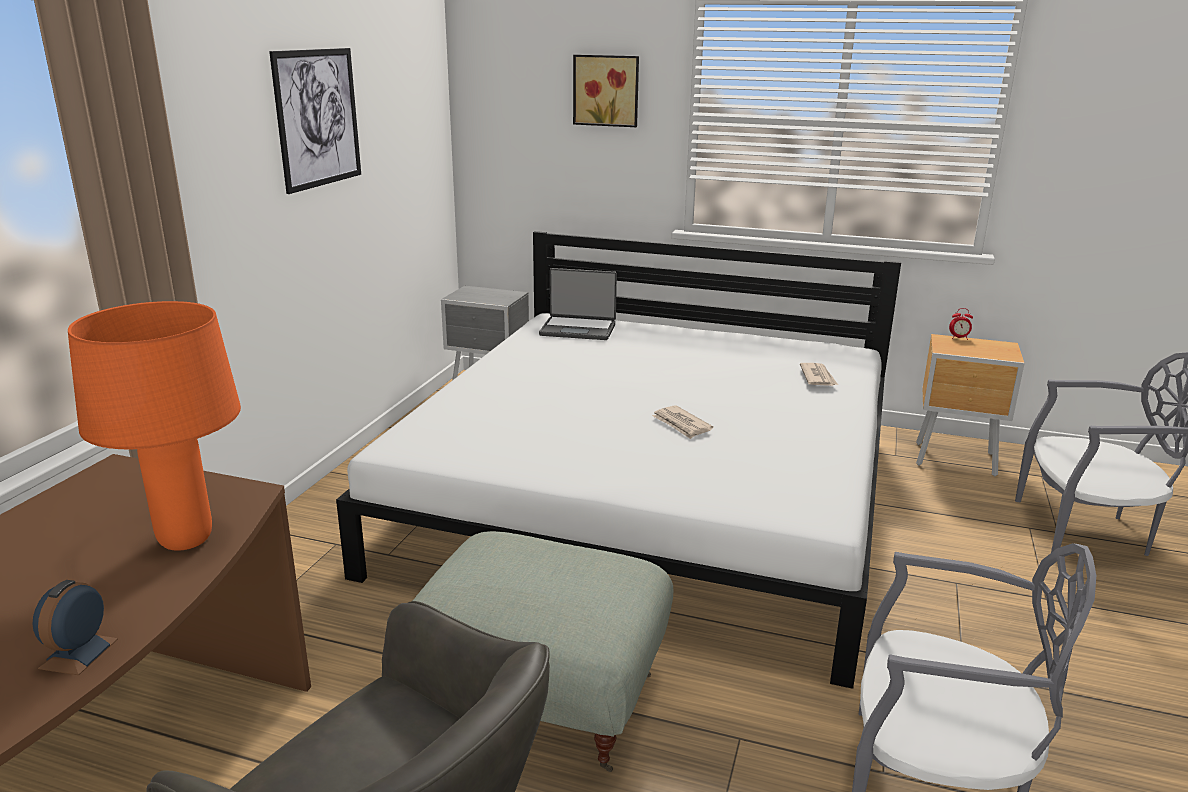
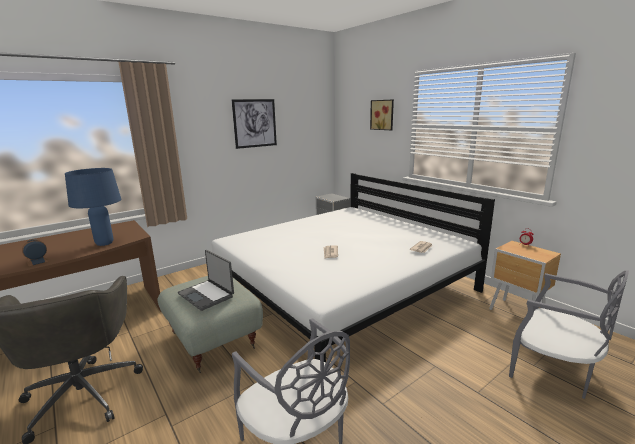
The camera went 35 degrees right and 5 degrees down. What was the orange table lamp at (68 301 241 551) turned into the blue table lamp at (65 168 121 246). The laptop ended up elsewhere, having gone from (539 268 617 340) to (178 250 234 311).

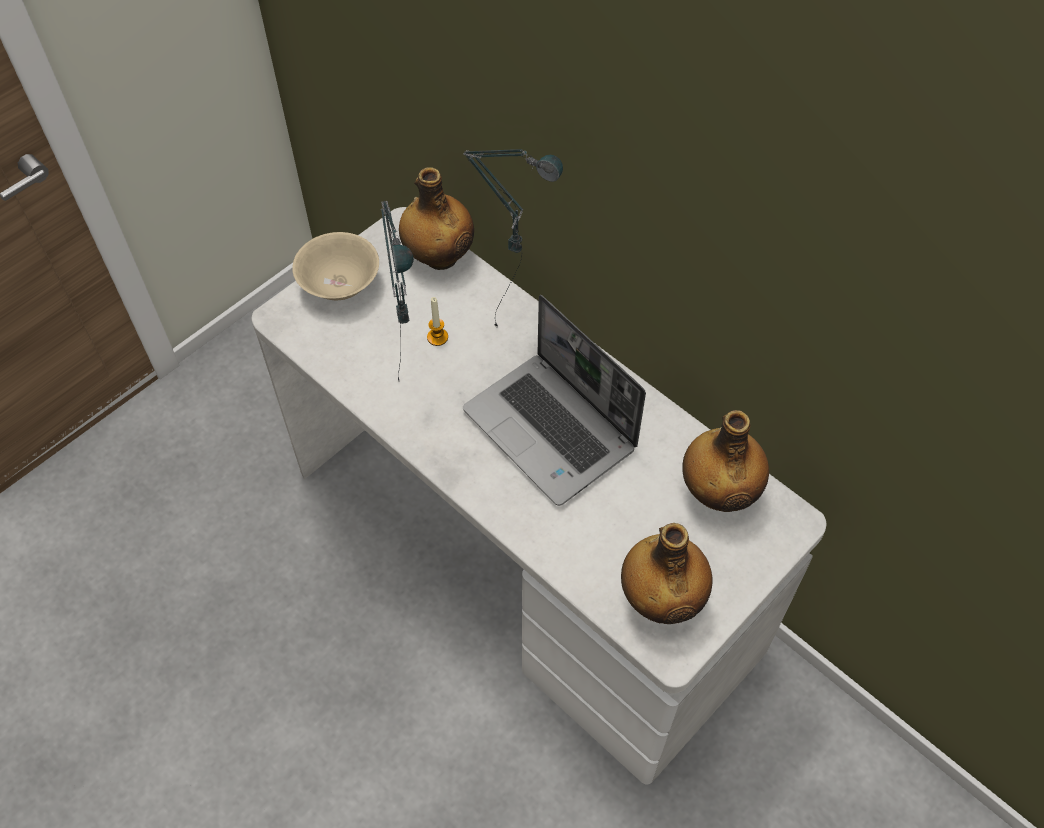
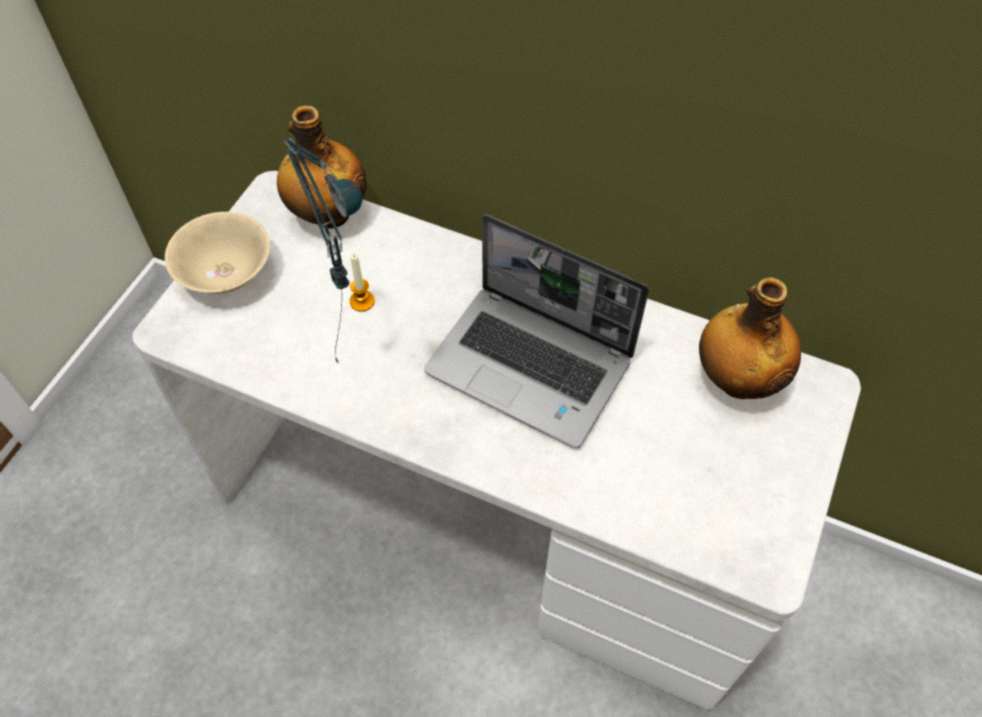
The camera went 20 degrees left and 0 degrees up. The second view lost the table lamp at (464 149 563 326). The second view lost the bottle at (621 523 713 624).

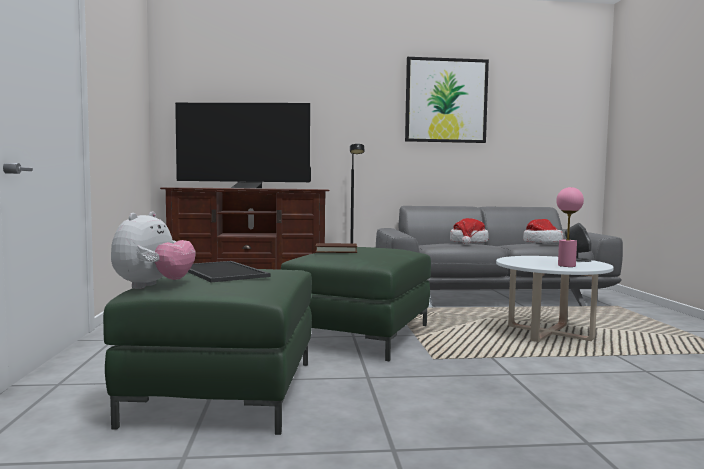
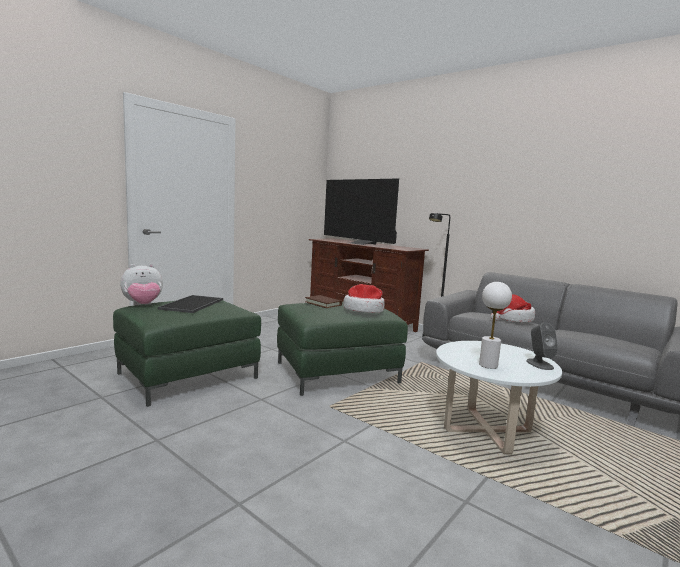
The camera went 45 degrees right and 5 degrees up. The second view lost the picture at (405 57 489 143). The hat ended up elsewhere, having gone from (523 219 563 243) to (343 284 385 313). What was the pink table lamp at (556 187 584 267) turned into the white table lamp at (479 282 512 369).

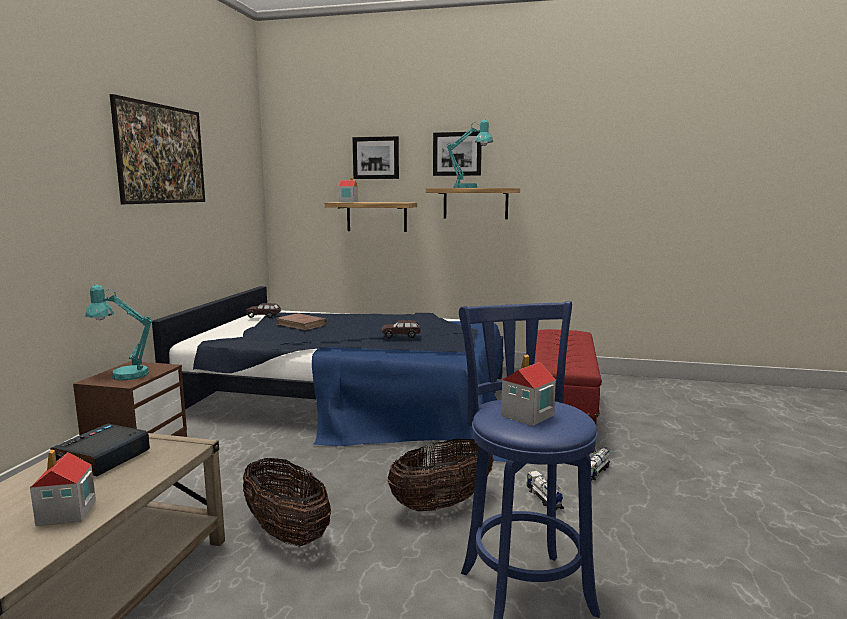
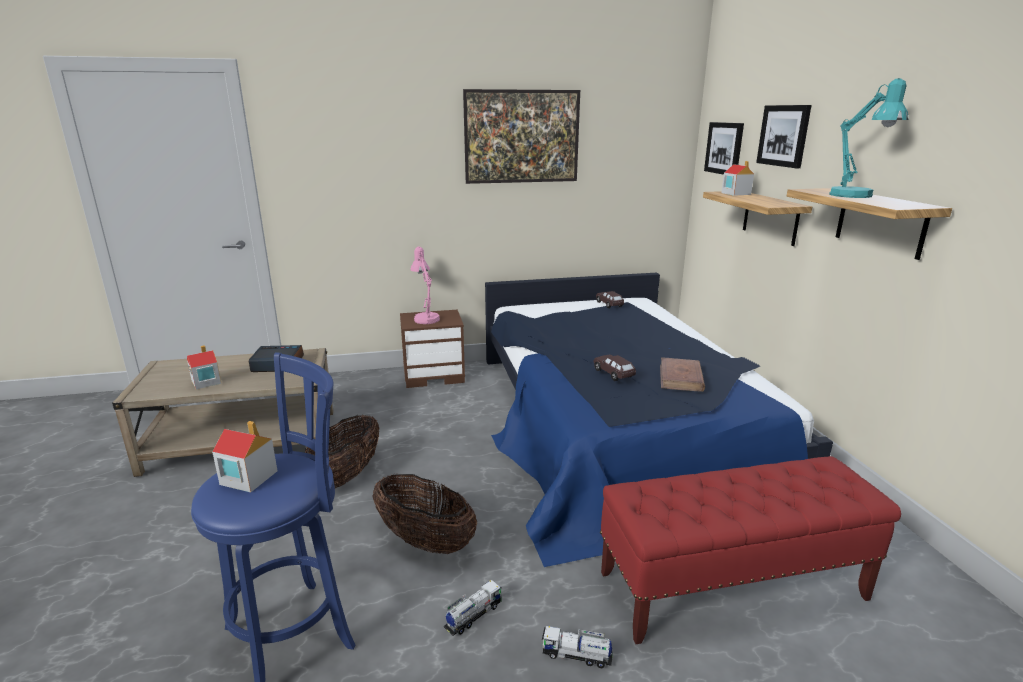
The camera went 65 degrees right and 10 degrees up. What was the turquoise table lamp at (85 285 152 380) turned into the pink table lamp at (410 246 440 324). The brown book ended up elsewhere, having gone from (276 313 327 330) to (660 357 705 392). The picture ended up elsewhere, having gone from (433 132 482 176) to (704 122 744 175).

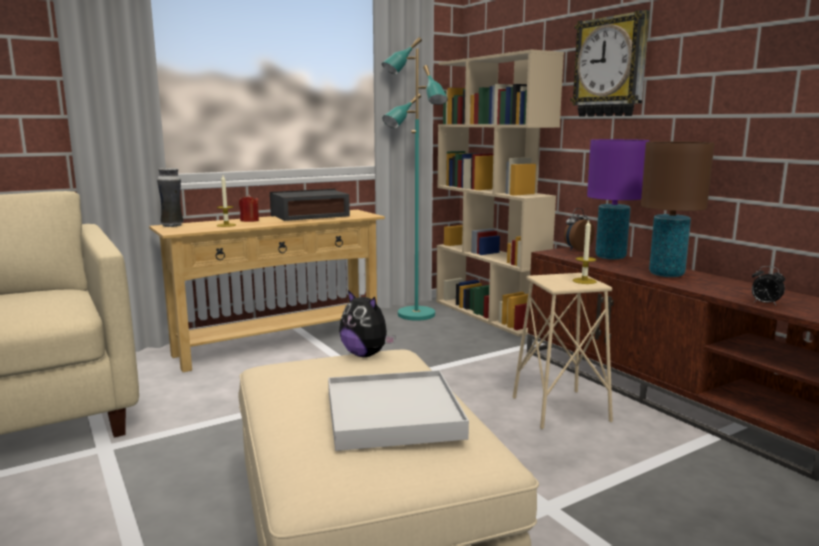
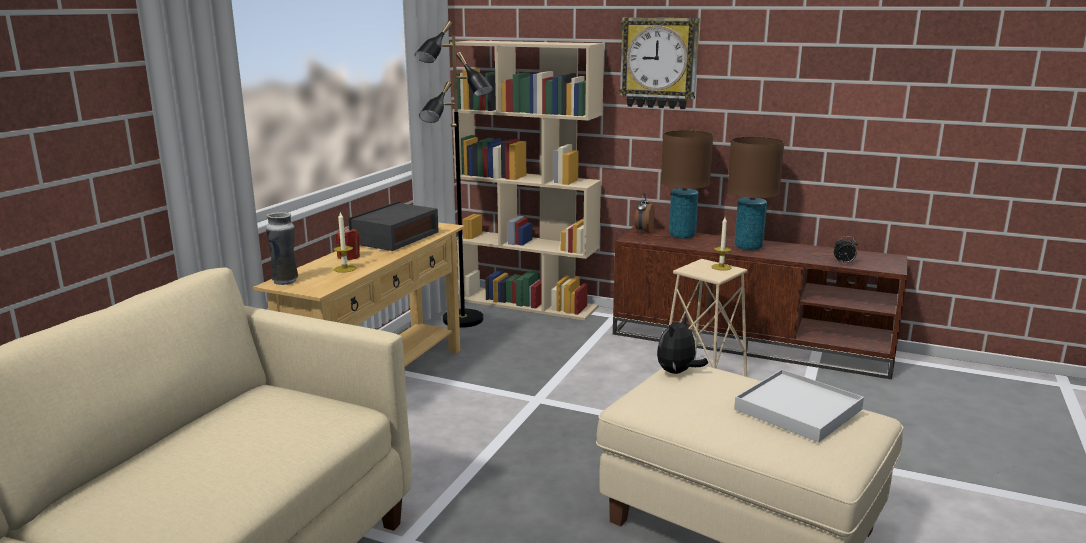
The camera went 35 degrees left and 5 degrees up. The plush toy at (339 290 396 357) ended up facing another way, 120 degrees clockwise from before. What was the turquoise floor lamp at (382 37 448 321) turned into the black floor lamp at (415 21 494 328). What was the purple table lamp at (587 139 649 260) turned into the brown table lamp at (661 130 713 239).

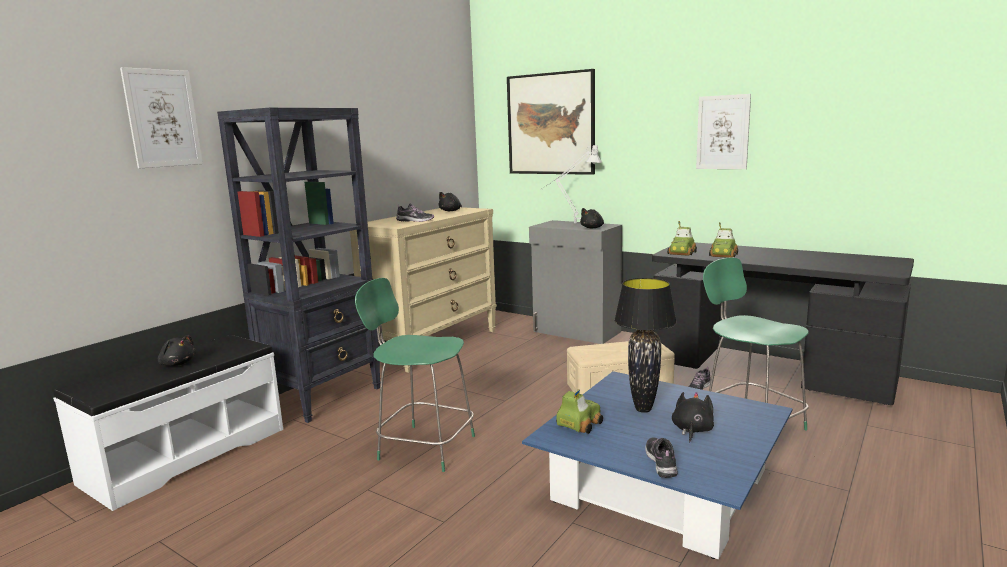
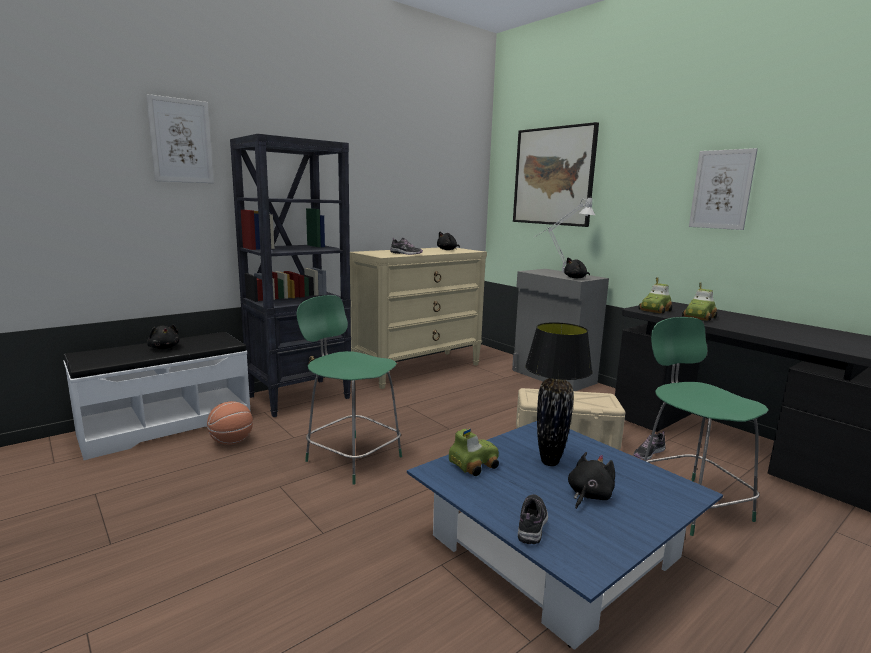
The camera went 15 degrees right and 0 degrees up. The second view gained the basketball at (207 401 253 445).

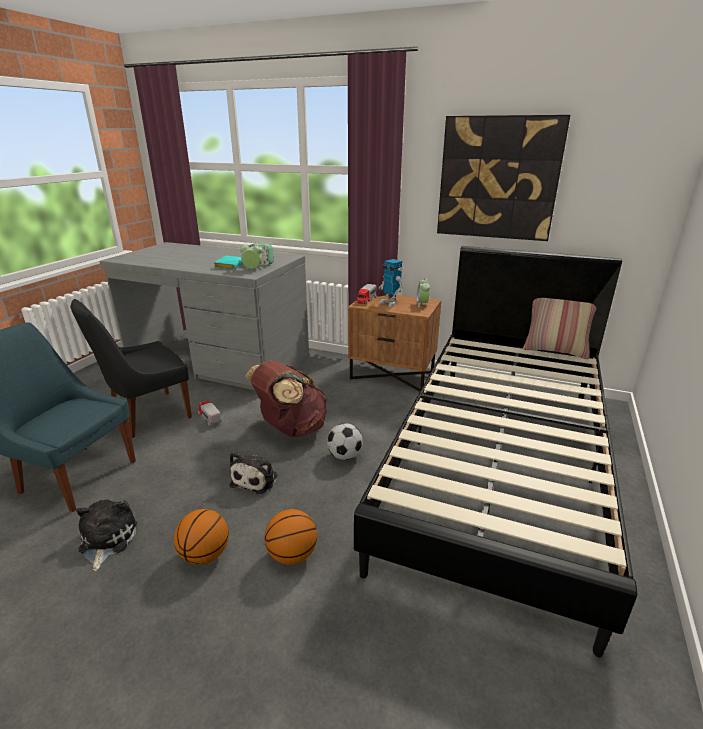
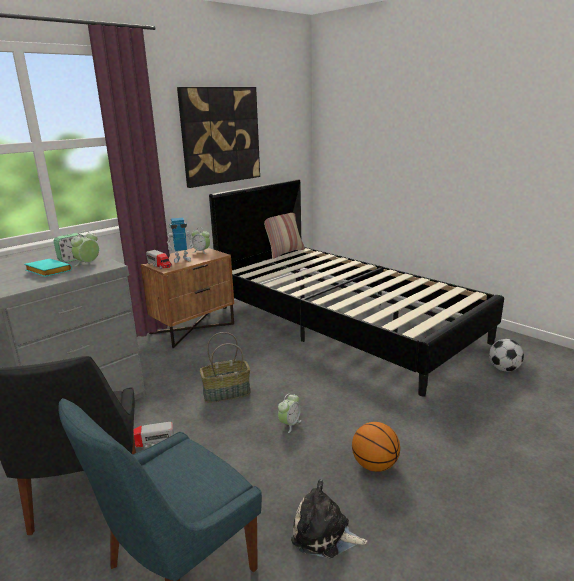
The camera went 65 degrees left and 5 degrees down. Where the plush toy stood at (230 452 278 494), the alarm clock came to stand at (278 393 301 433). Where the brown backpack stood at (245 360 327 437), the basket came to stand at (200 332 251 403). The second view lost the basketball at (264 509 317 565). The football ended up elsewhere, having gone from (327 423 363 460) to (489 339 524 371).

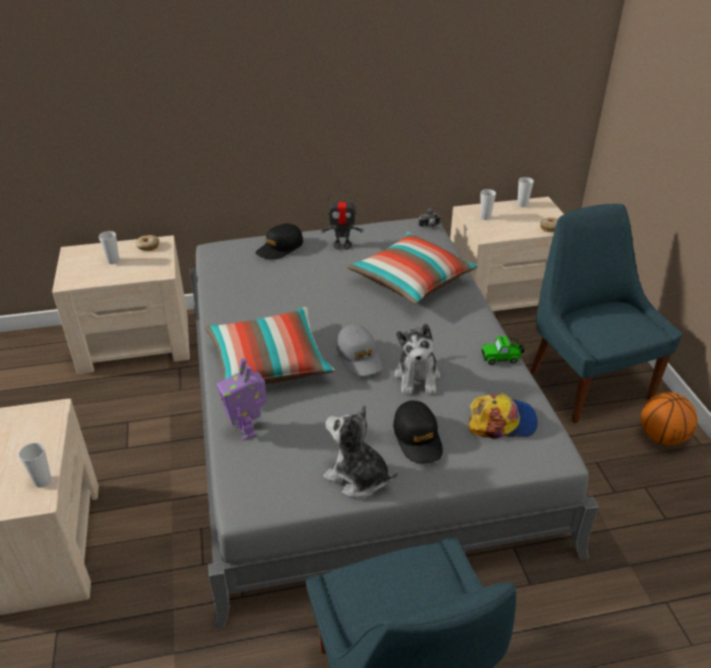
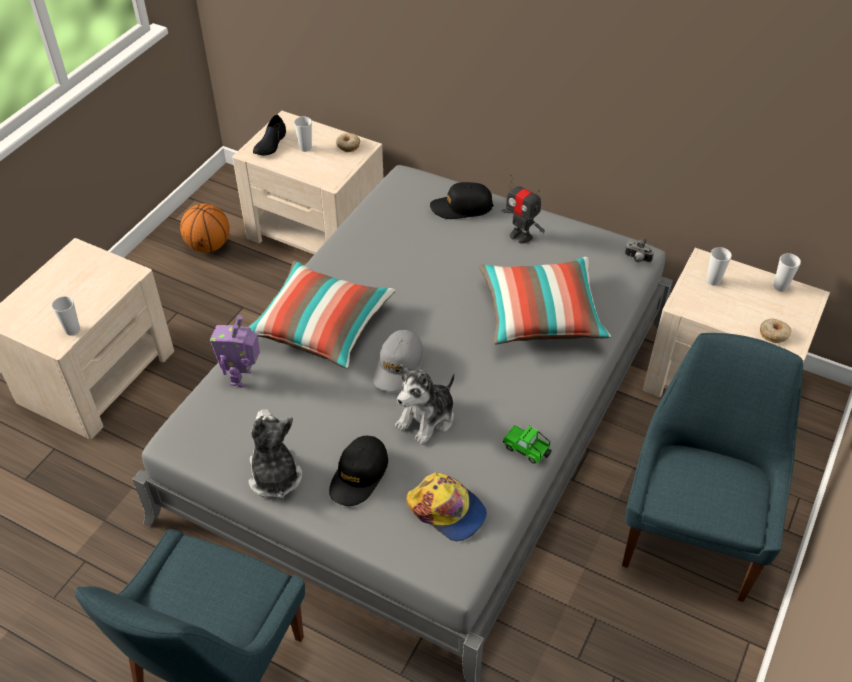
The camera went 40 degrees right and 10 degrees up. The basketball ended up elsewhere, having gone from (641 392 697 445) to (180 204 230 253). The second view gained the black shoe at (253 115 286 156).

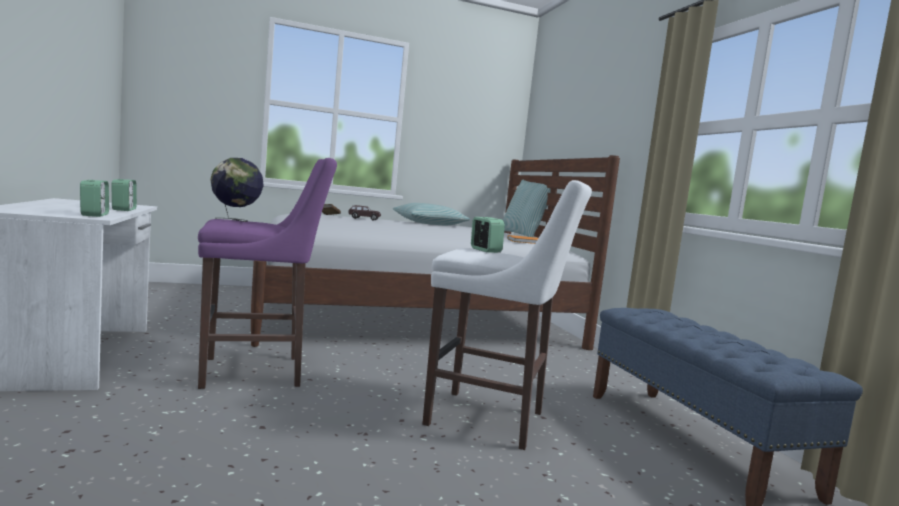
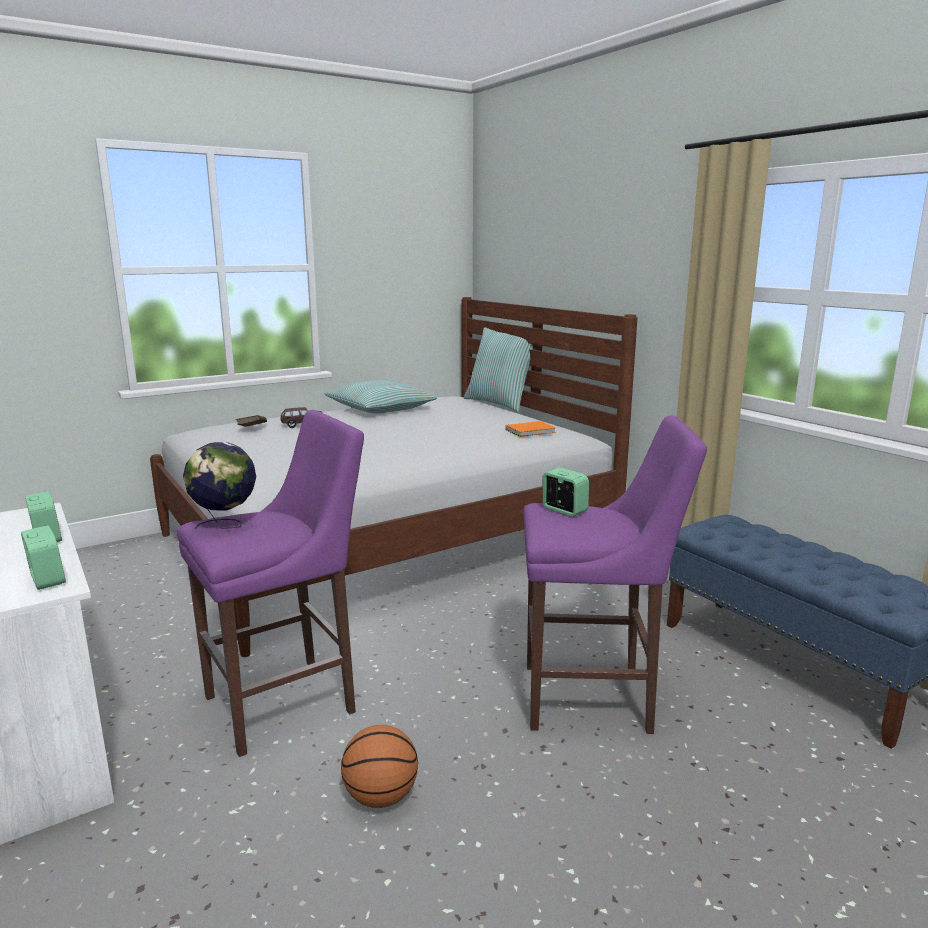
The camera went 15 degrees left and 10 degrees up. What was the white stool at (422 180 592 450) turned into the purple stool at (523 416 707 734). The second view gained the basketball at (341 725 418 808).

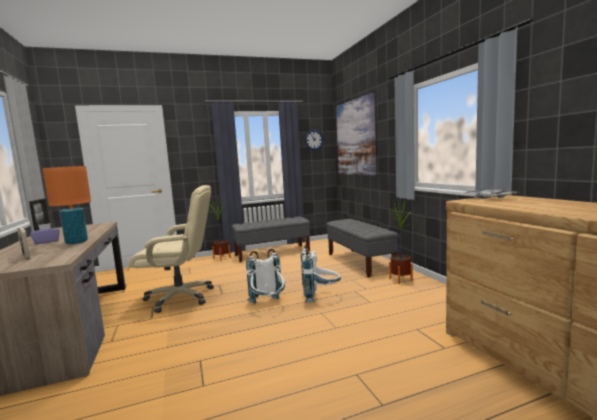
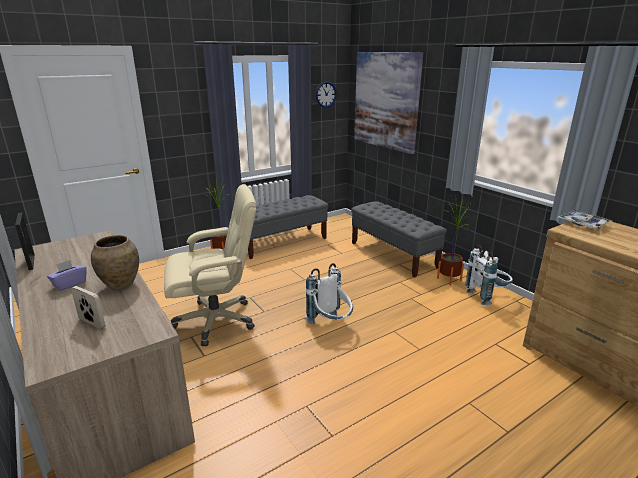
The camera went 15 degrees left and 15 degrees up. Where the orange table lamp stood at (42 166 91 244), the brown vase came to stand at (91 235 139 290). The white backpack ended up elsewhere, having gone from (301 245 341 302) to (465 245 513 305).

